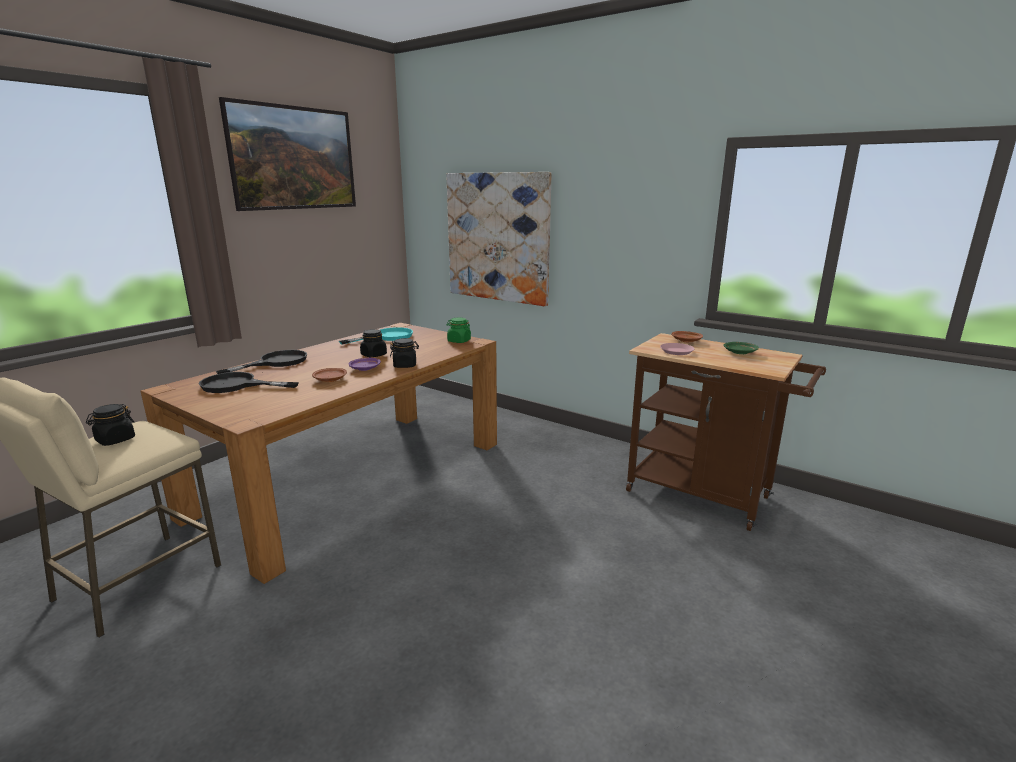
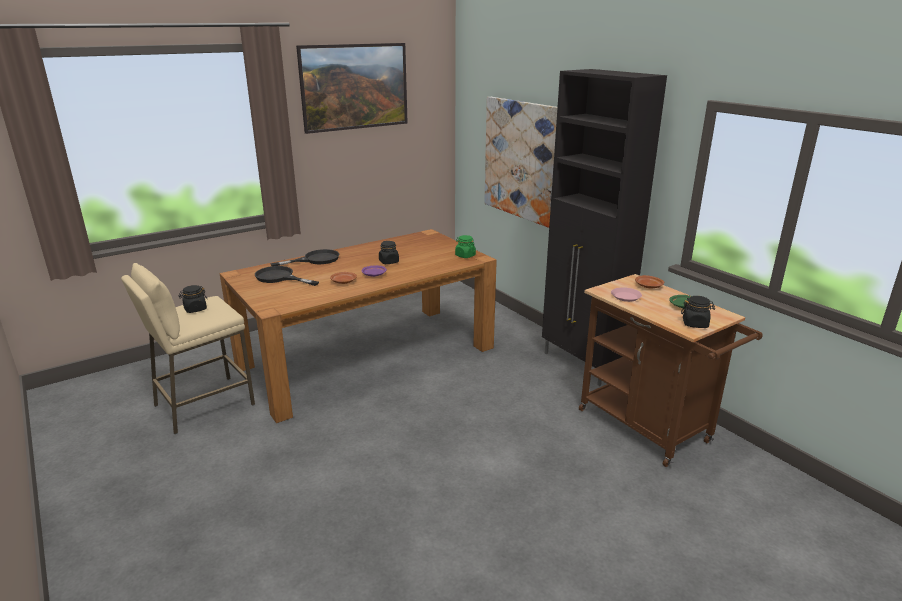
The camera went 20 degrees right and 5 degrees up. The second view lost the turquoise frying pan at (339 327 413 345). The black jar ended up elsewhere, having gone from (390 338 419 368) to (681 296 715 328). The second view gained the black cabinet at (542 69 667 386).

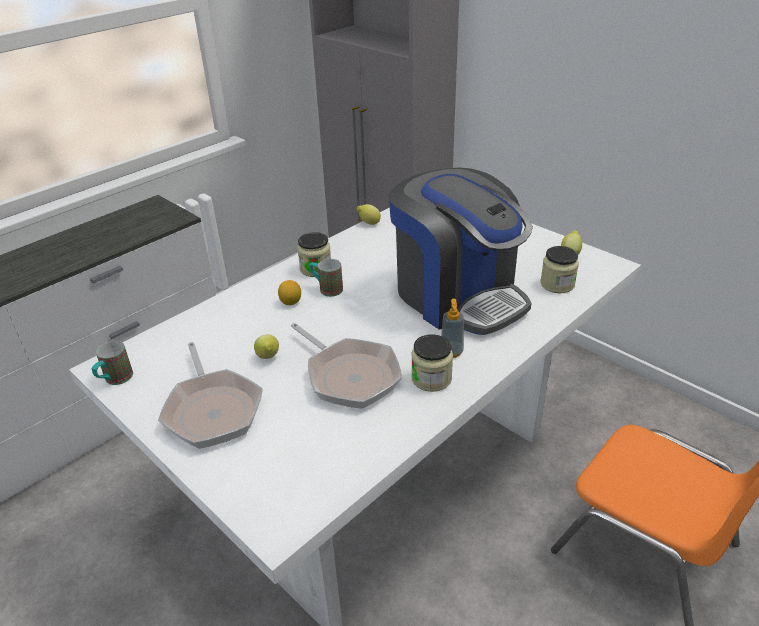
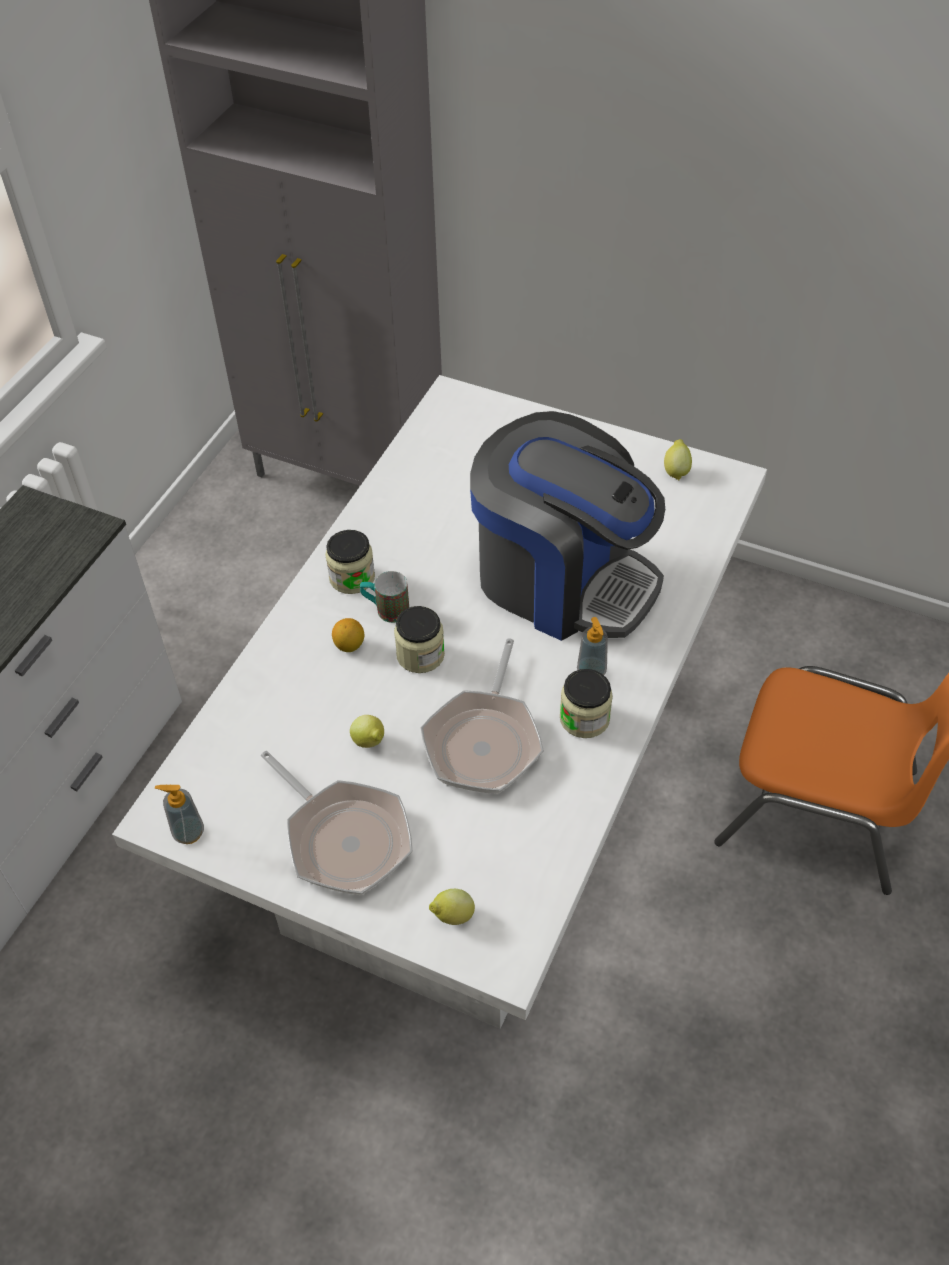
The camera went 20 degrees left and 15 degrees up. Where the mug stood at (92 341 133 385), the soap dispenser came to stand at (155 785 204 844). The frying pan at (291 323 402 409) ended up facing another way, 75 degrees clockwise from before. The lemon ended up elsewhere, having gone from (357 204 381 225) to (429 889 475 925). The jar ended up elsewhere, having gone from (540 246 579 293) to (394 606 445 673).

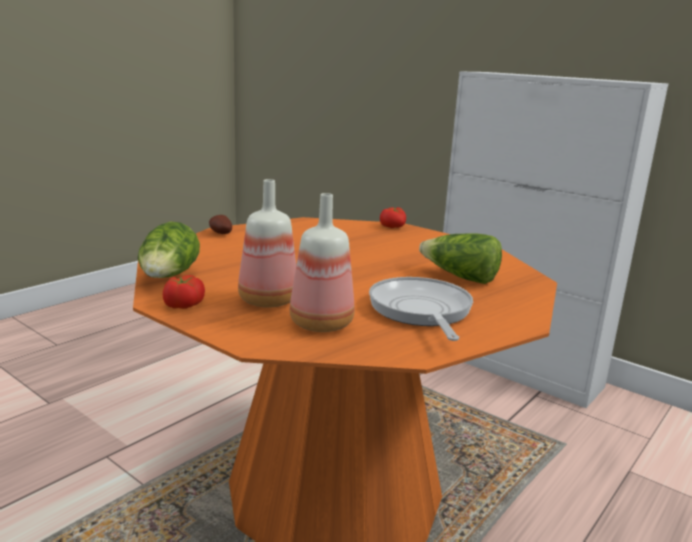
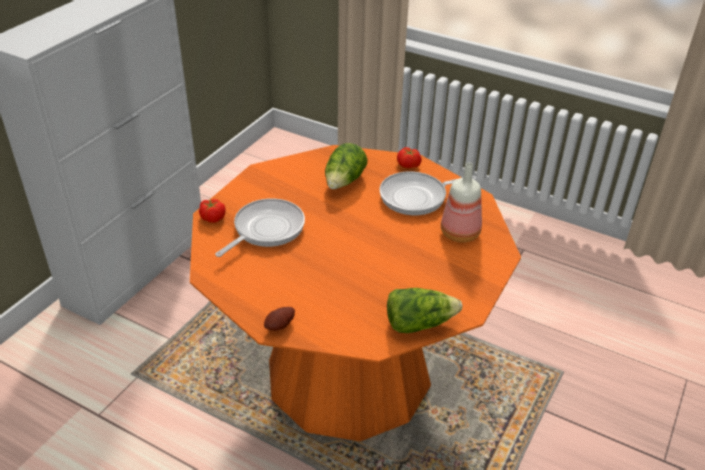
The camera went 100 degrees left and 20 degrees up. The tomato ended up elsewhere, having gone from (163 275 205 309) to (397 147 422 168). The second view lost the bottle at (238 179 296 308). The second view gained the frying pan at (215 198 305 257).

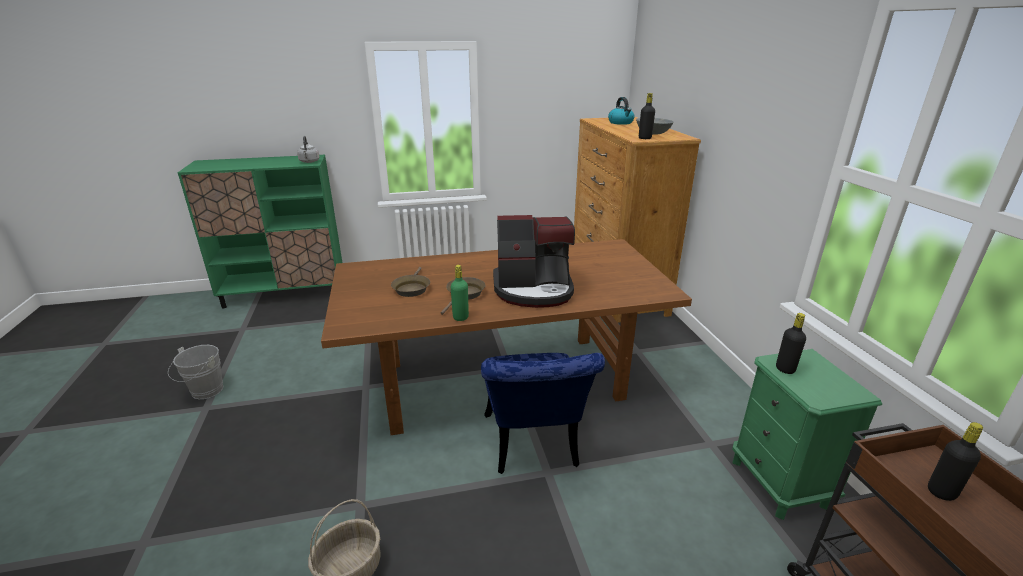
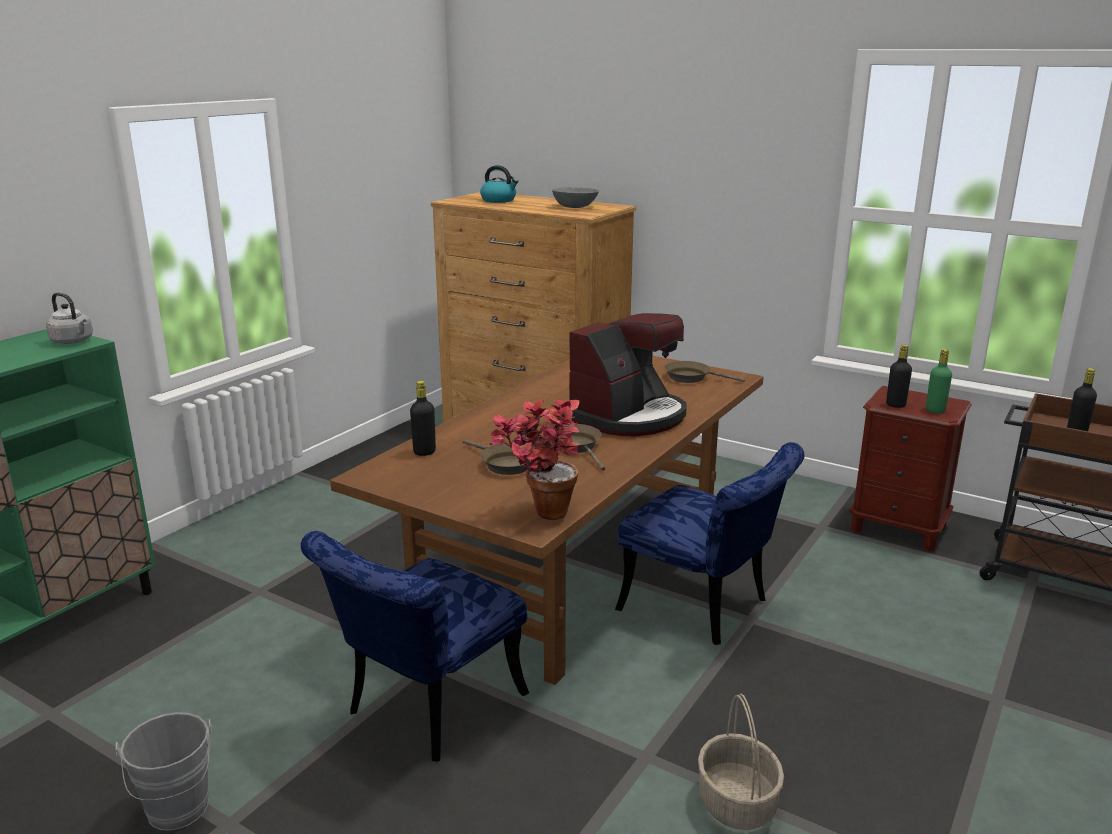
The camera went 45 degrees left and 5 degrees down. The green bottle ended up elsewhere, having gone from (451 265 469 321) to (926 349 952 414). The black bottle ended up elsewhere, having gone from (639 93 655 139) to (410 381 436 456). What was the green nightstand at (732 349 882 520) turned into the brown nightstand at (849 386 972 551). The second view gained the blue chair at (301 531 529 762). The second view gained the potted plant at (489 400 579 520). The second view gained the brown frying pan at (664 361 745 383).

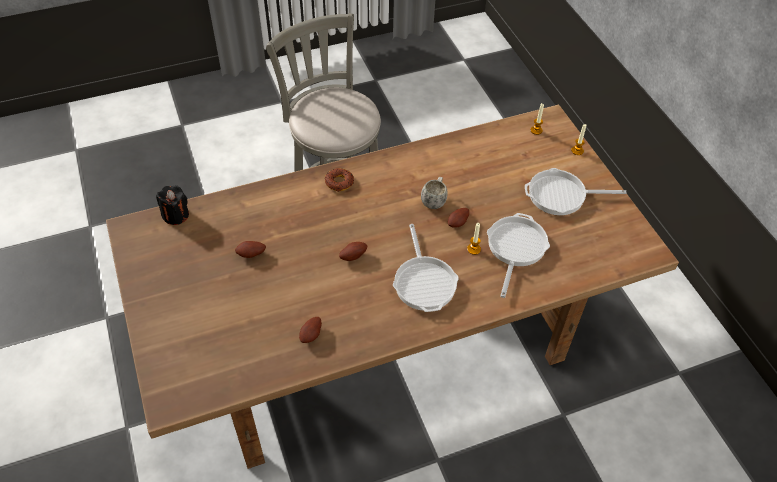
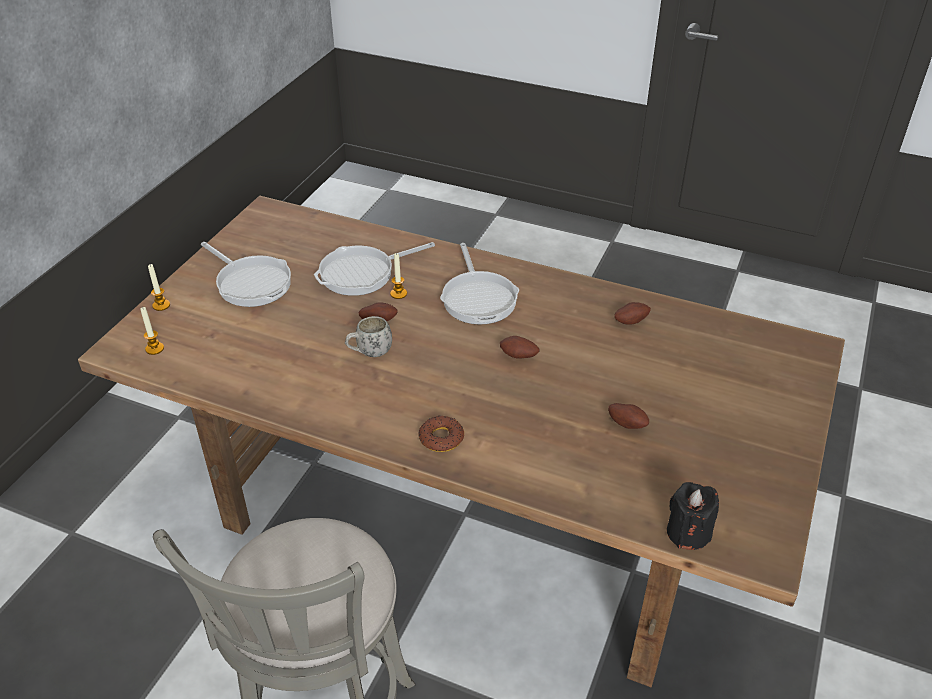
The camera went 135 degrees left and 10 degrees down. The frying pan at (393 224 459 312) ended up facing another way, 135 degrees clockwise from before.

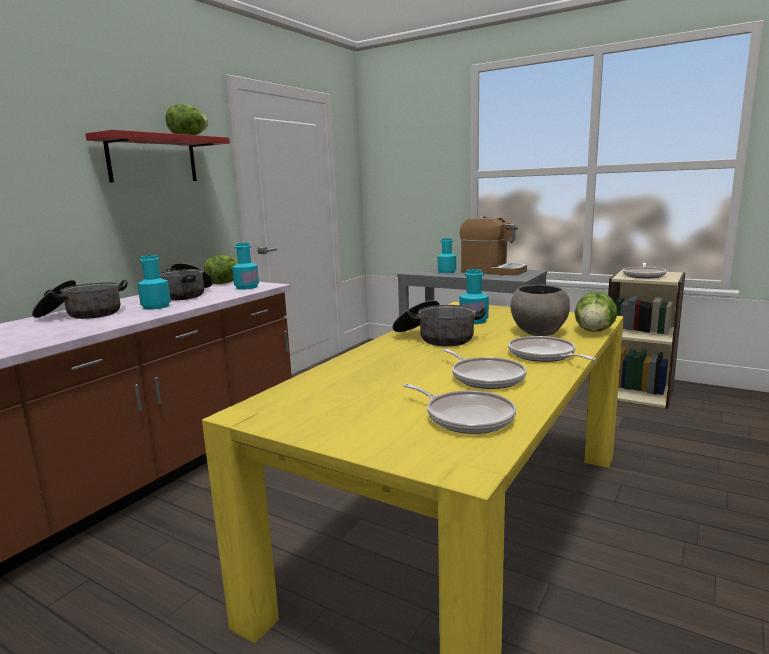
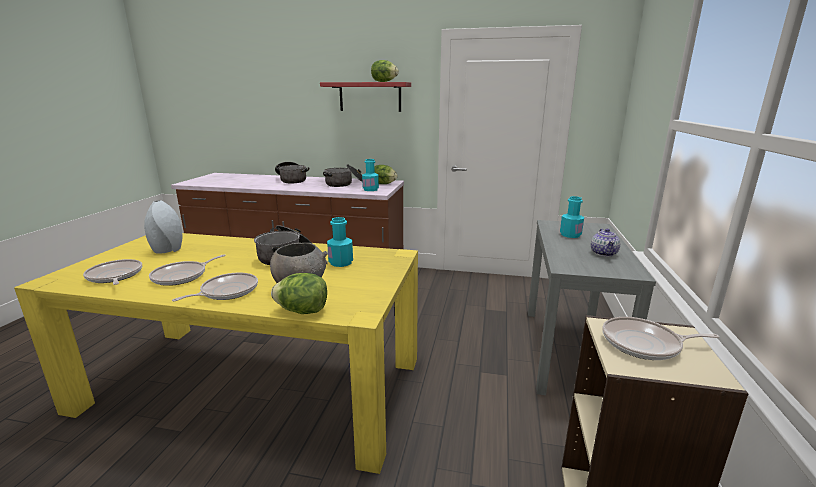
The camera went 70 degrees right and 5 degrees up. The second view lost the turquoise bottle at (137 255 171 310). The frying pan at (403 384 516 434) ended up facing another way, 120 degrees clockwise from before. Where the coffee machine stood at (460 216 527 275), the teapot came to stand at (591 229 620 257). The second view gained the grey vase at (144 200 183 254).

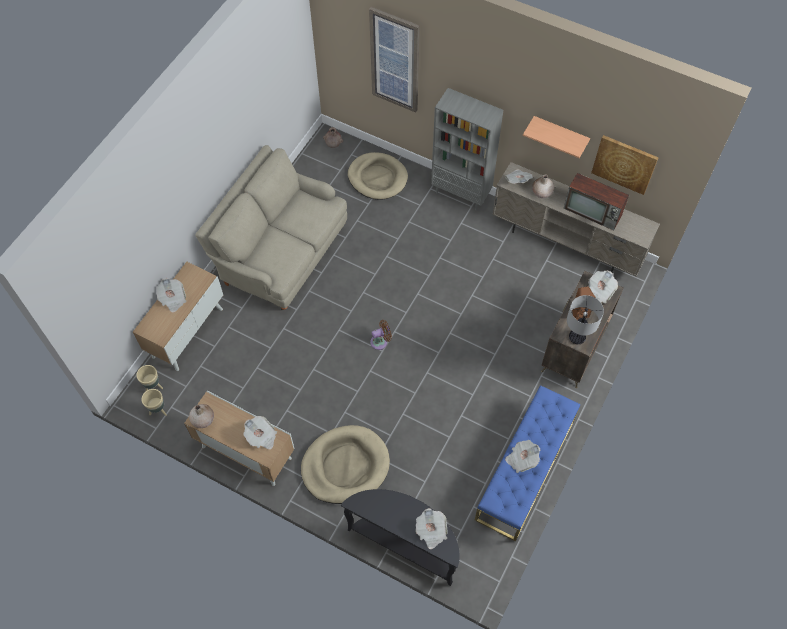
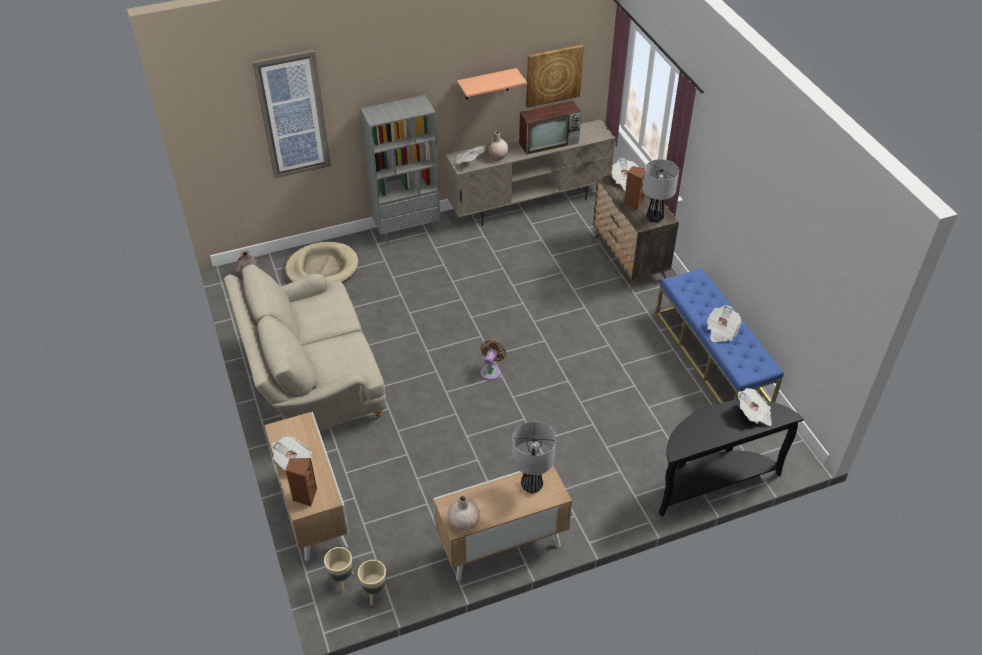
The camera went 50 degrees left and 15 degrees down. Where the newspaper stood at (244 416 277 450), the table lamp came to stand at (512 422 556 494). The second view lost the beige dog bed at (301 425 390 504). The second view gained the brown speaker at (286 458 317 507).

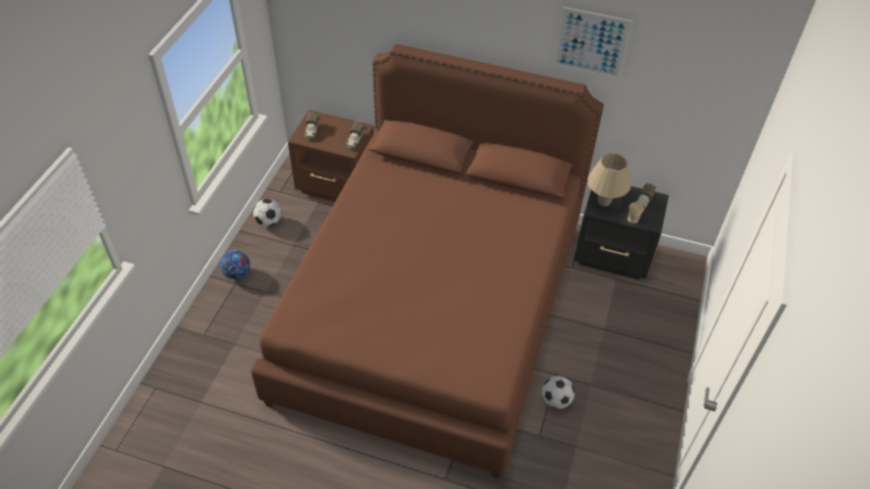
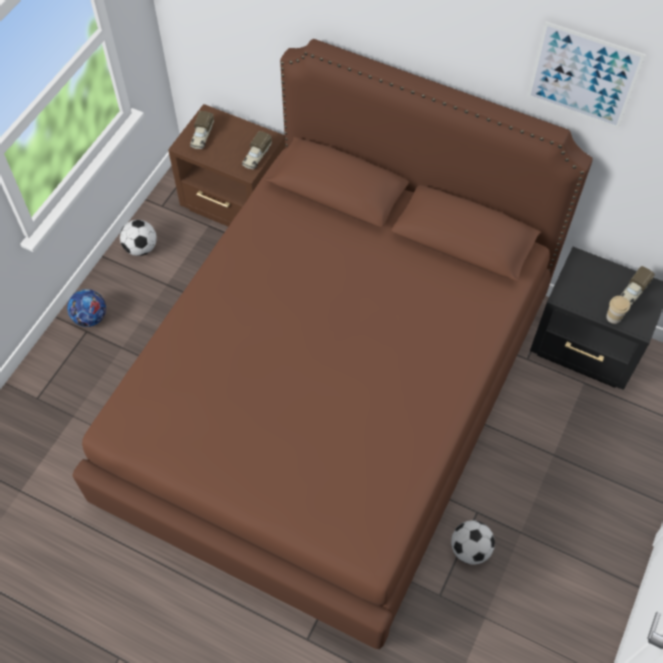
The camera went 10 degrees right and 10 degrees up. The second view lost the beige table lamp at (587 153 631 206).

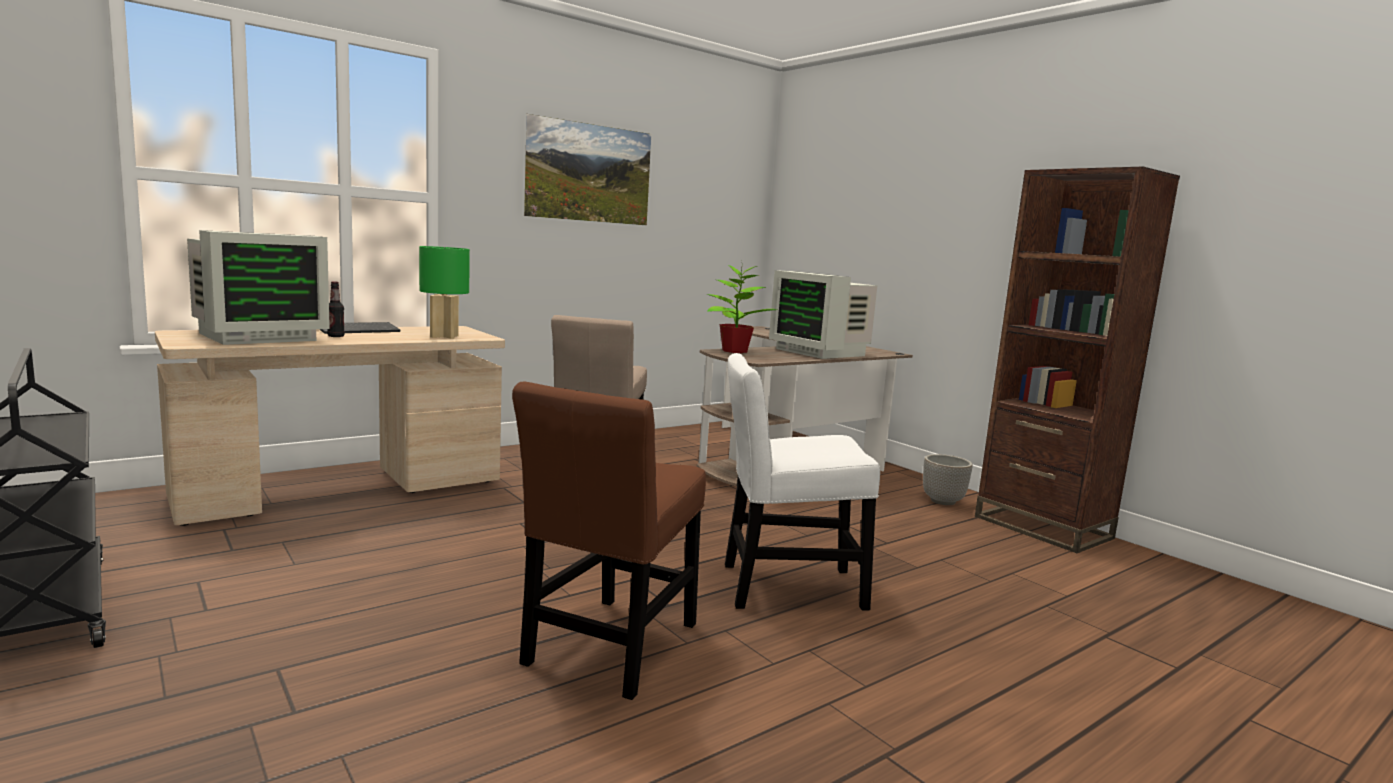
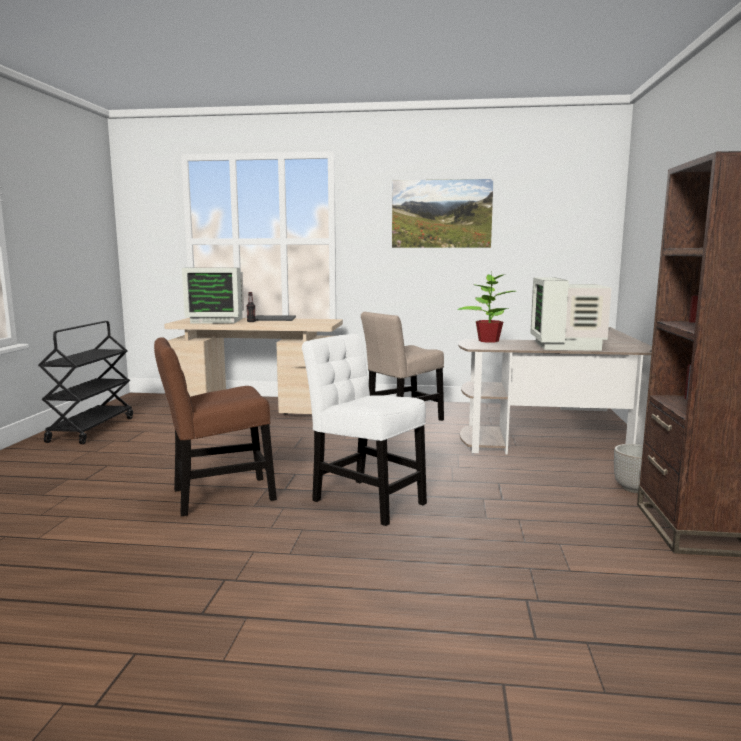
The camera went 45 degrees right and 0 degrees up. The second view lost the green table lamp at (419 246 470 339).

